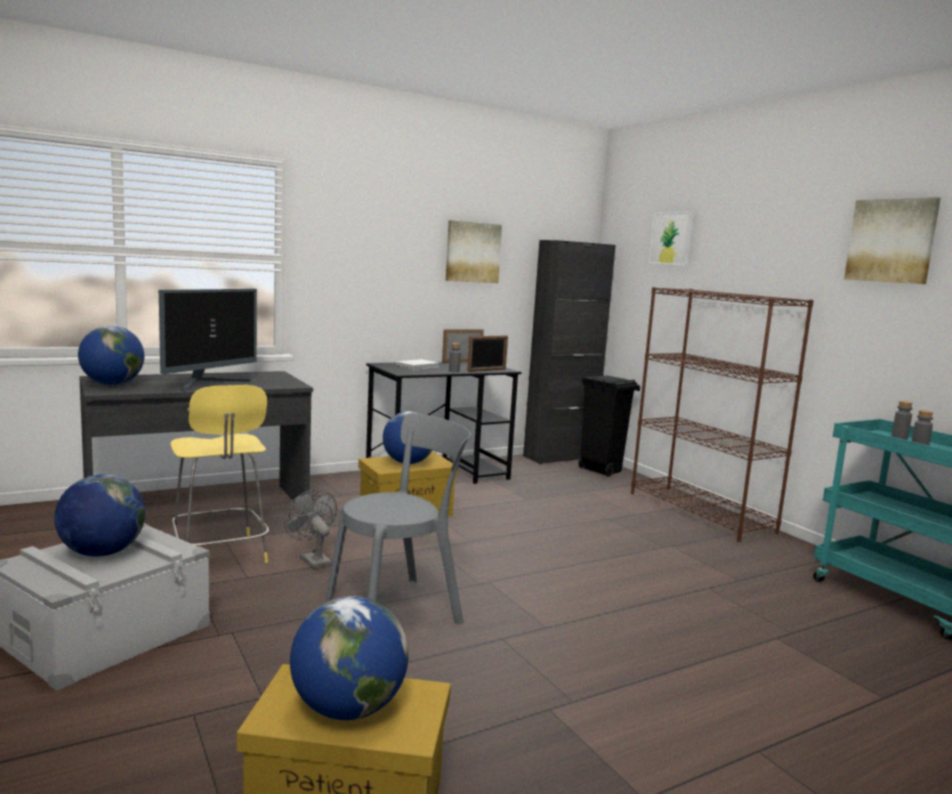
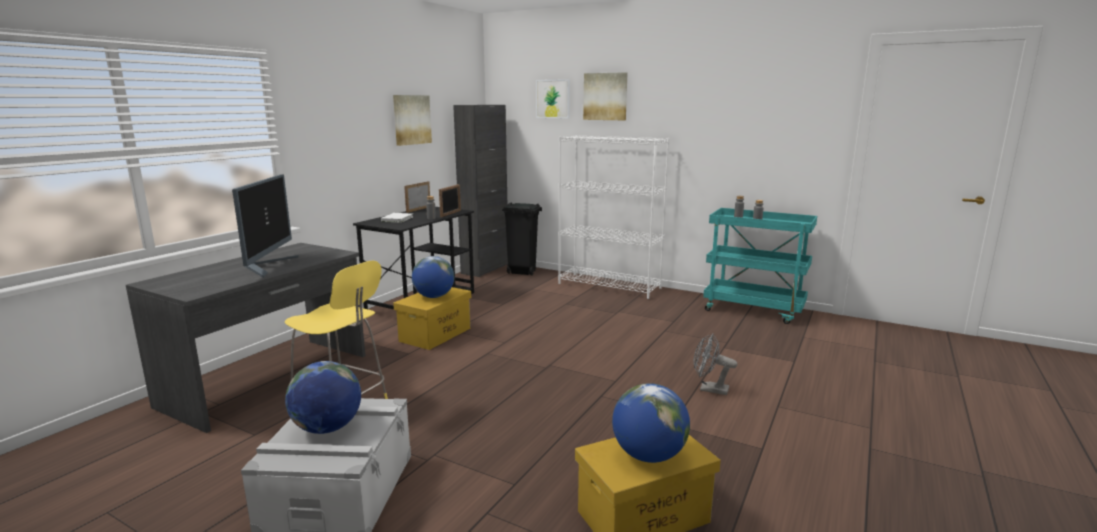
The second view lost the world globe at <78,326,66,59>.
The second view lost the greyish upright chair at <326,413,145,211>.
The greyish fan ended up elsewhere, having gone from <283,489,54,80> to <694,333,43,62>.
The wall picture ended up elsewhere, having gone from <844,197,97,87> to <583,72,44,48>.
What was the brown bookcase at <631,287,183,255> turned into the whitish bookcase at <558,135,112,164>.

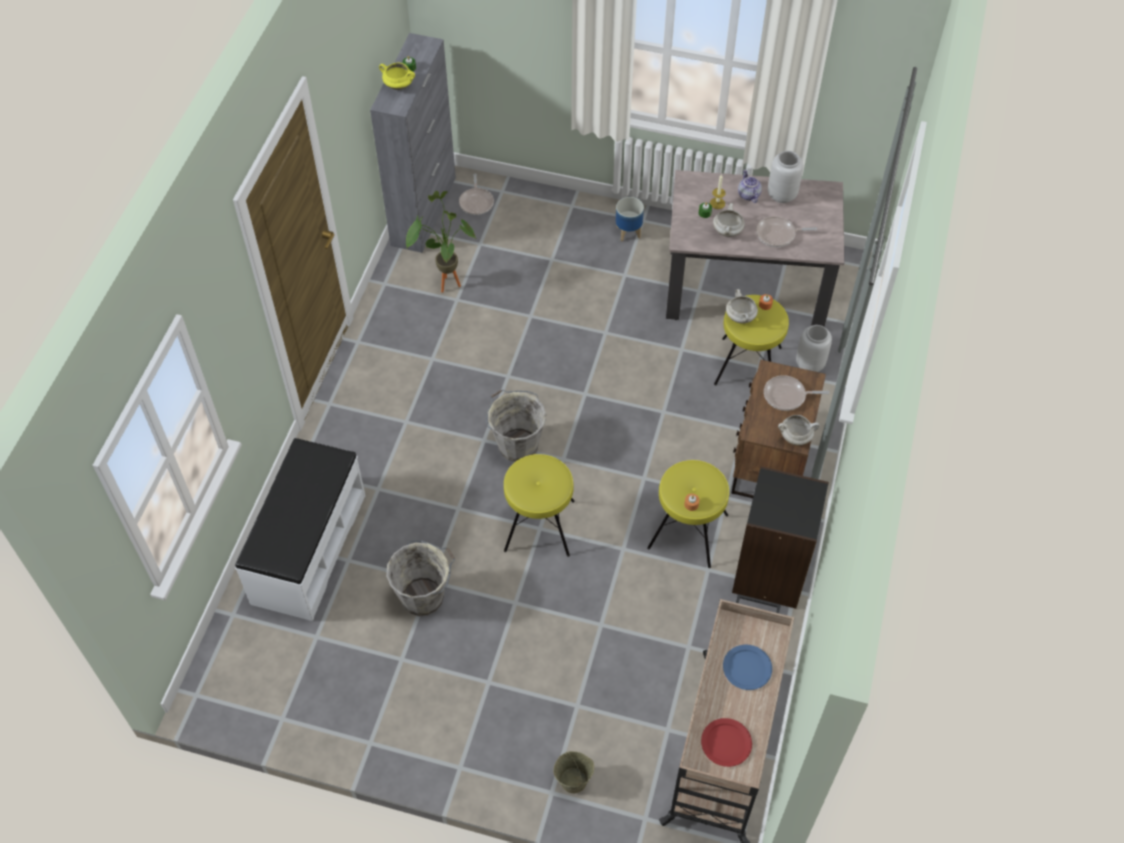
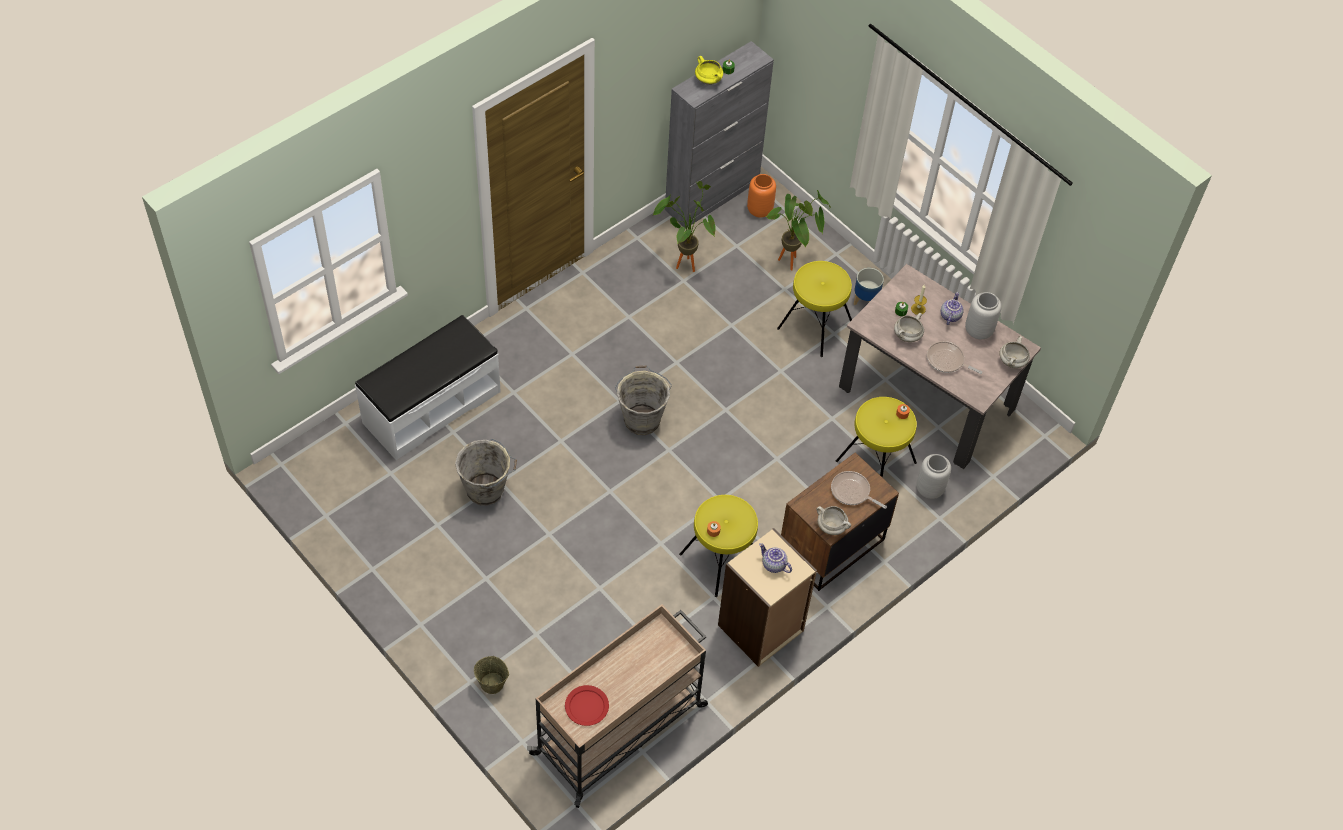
The second view lost the blue flat dish at <723,645,49,45>.
The second view gained the teapot at <759,543,33,30>.
The second view gained the houseplant at <765,190,66,80>.
The yellow stool seat ended up elsewhere, having gone from <504,454,71,103> to <777,261,75,96>.
The whitish stockpot ended up elsewhere, having gone from <726,289,32,35> to <999,336,31,32>.
Where the skillet stood at <459,174,35,41>, the orangey vase came to stand at <747,174,29,44>.
What was the black-coloured bookcase at <732,466,97,143> turned into the beige-coloured bookcase at <718,528,99,139>.

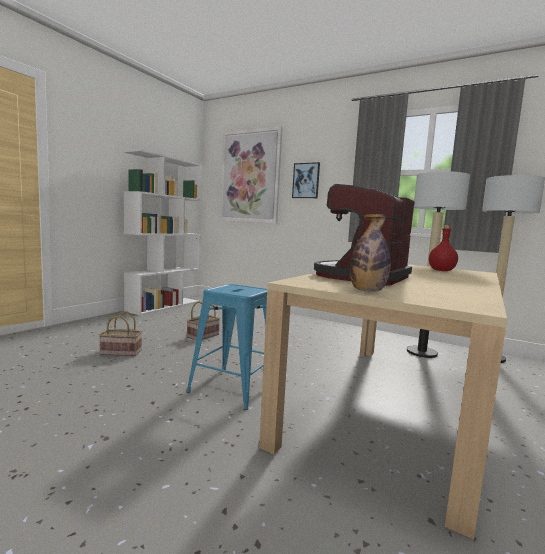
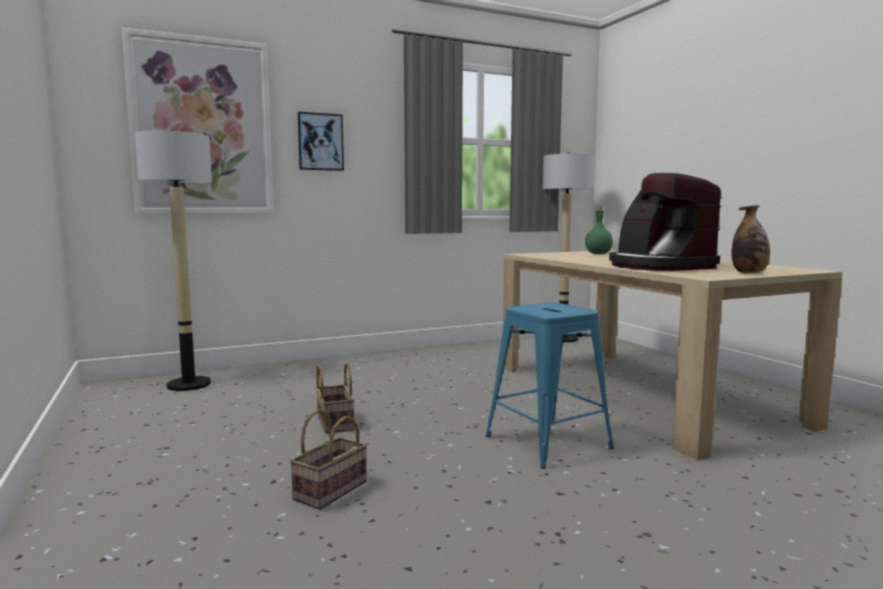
The second view lost the whitish bookcase at <123,149,80,166>.
The floor lamp ended up elsewhere, having gone from <407,171,63,187> to <135,131,77,260>.
What was the red beverage bottle at <429,225,29,46> turned into the green-coloured beverage bottle at <585,207,28,47>.

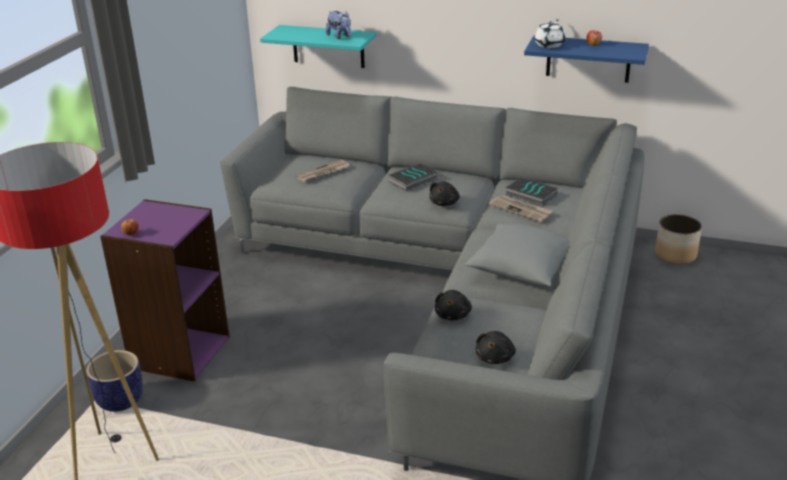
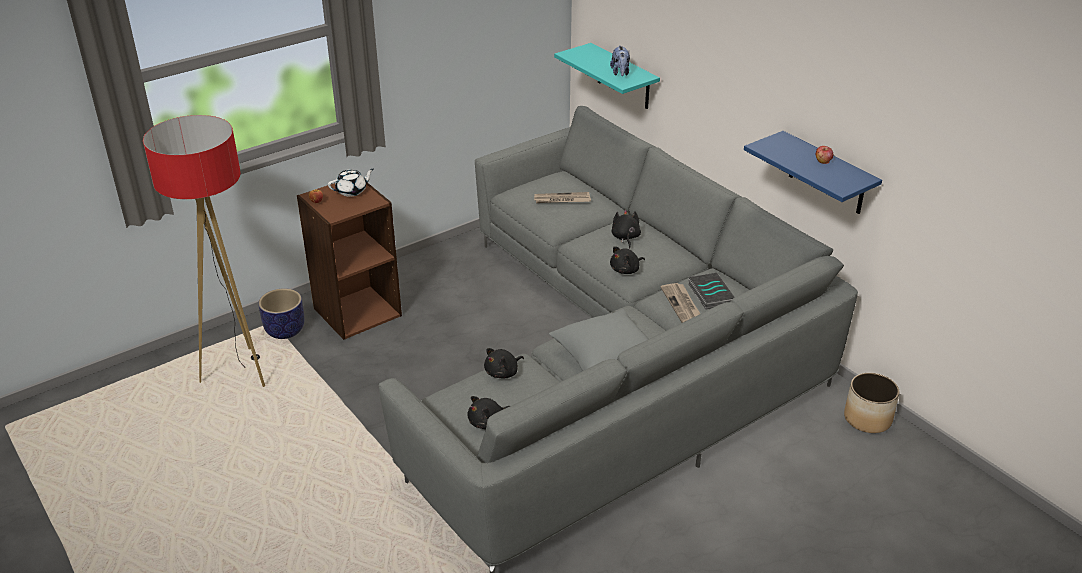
The whitish teapot ended up elsewhere, having gone from <534,19,31,29> to <328,169,46,28>.
Where the volume stood at <388,163,50,28>, the black-coloured cuddly toy came to stand at <612,210,29,38>.
What was the purple bookcase at <100,199,130,183> turned into the brown bookcase at <297,183,105,157>.

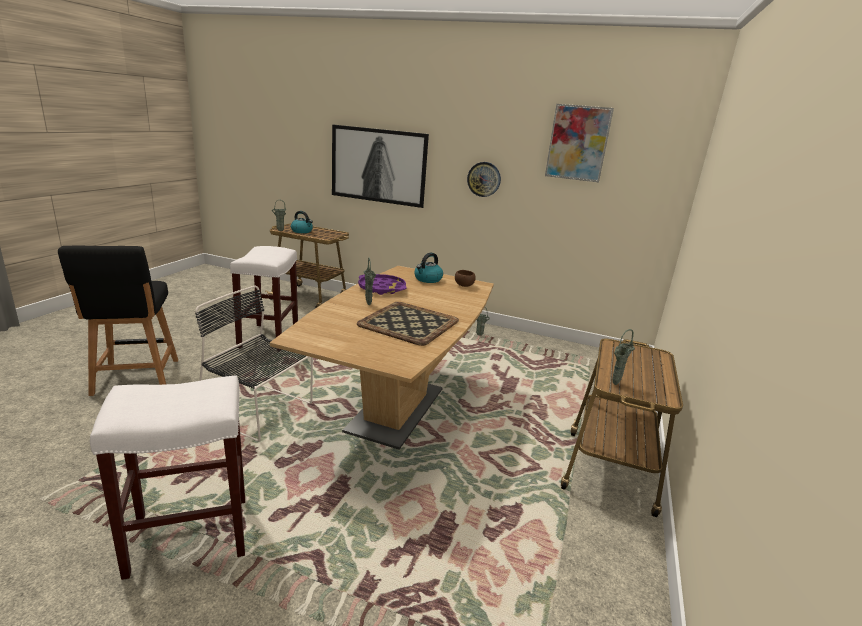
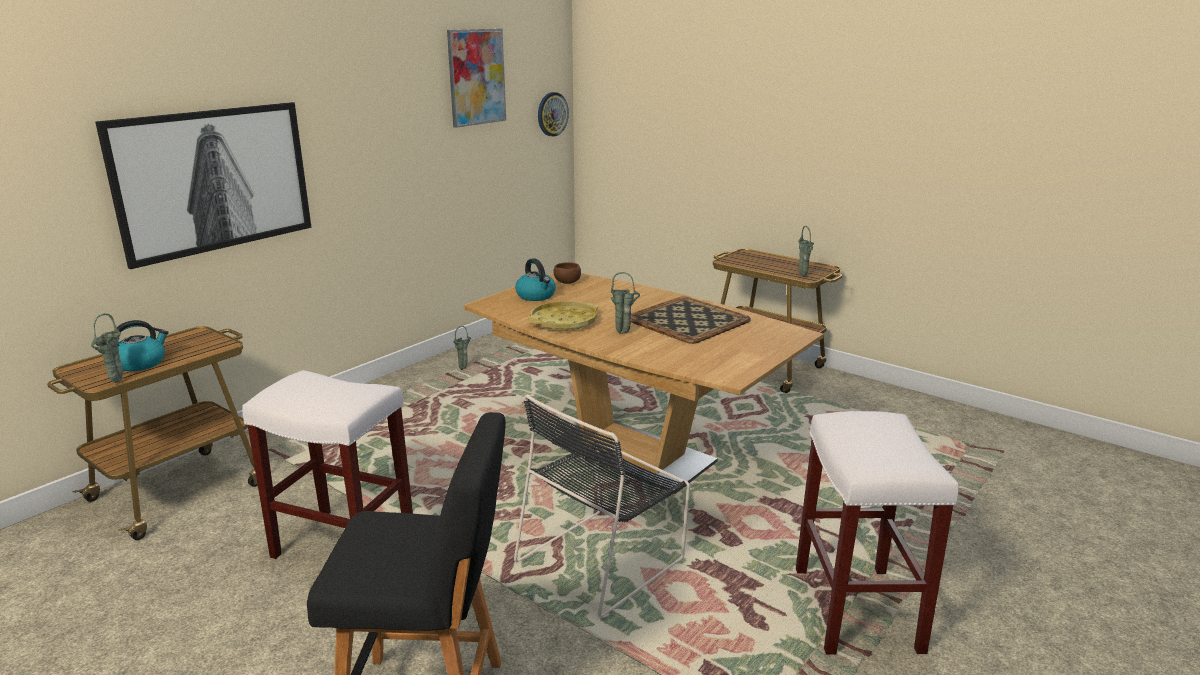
The wall clock ended up elsewhere, having gone from <467,162,34,35> to <538,92,31,45>.
What was the purple carrying tray at <358,274,49,21> turned into the yellow carrying tray at <528,301,70,30>.

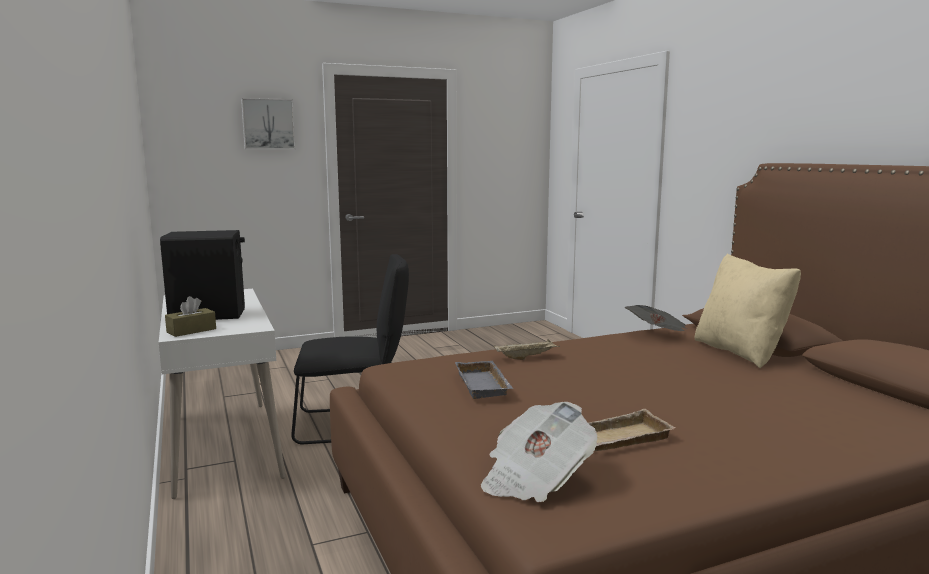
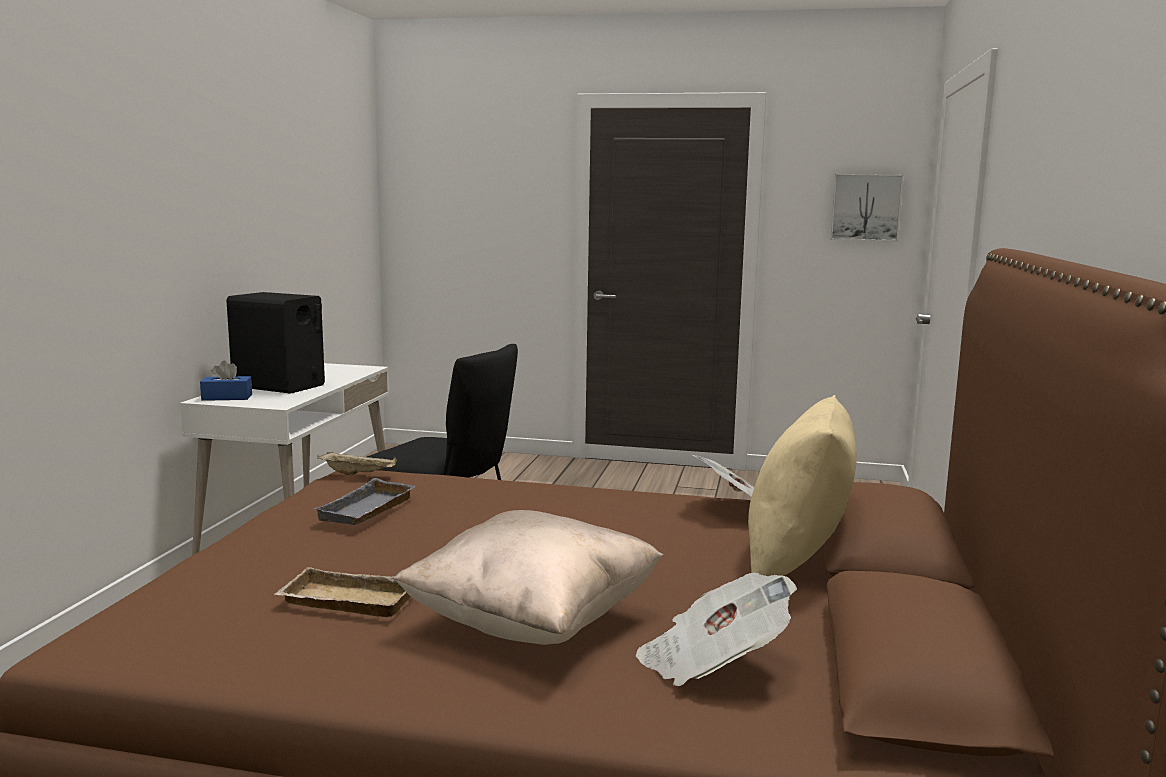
The second view gained the beige-coloured pillow at <393,510,271,135>.
The wall picture ended up elsewhere, having gone from <241,98,55,51> to <831,174,73,67>.
The printed paper ended up elsewhere, having gone from <481,402,116,100> to <636,572,161,114>.
The beige-coloured carrying tray ended up elsewhere, having gone from <494,339,66,21> to <317,451,80,25>.
What was the brown box of tissues at <165,296,51,41> turned into the blue box of tissues at <200,360,52,41>.

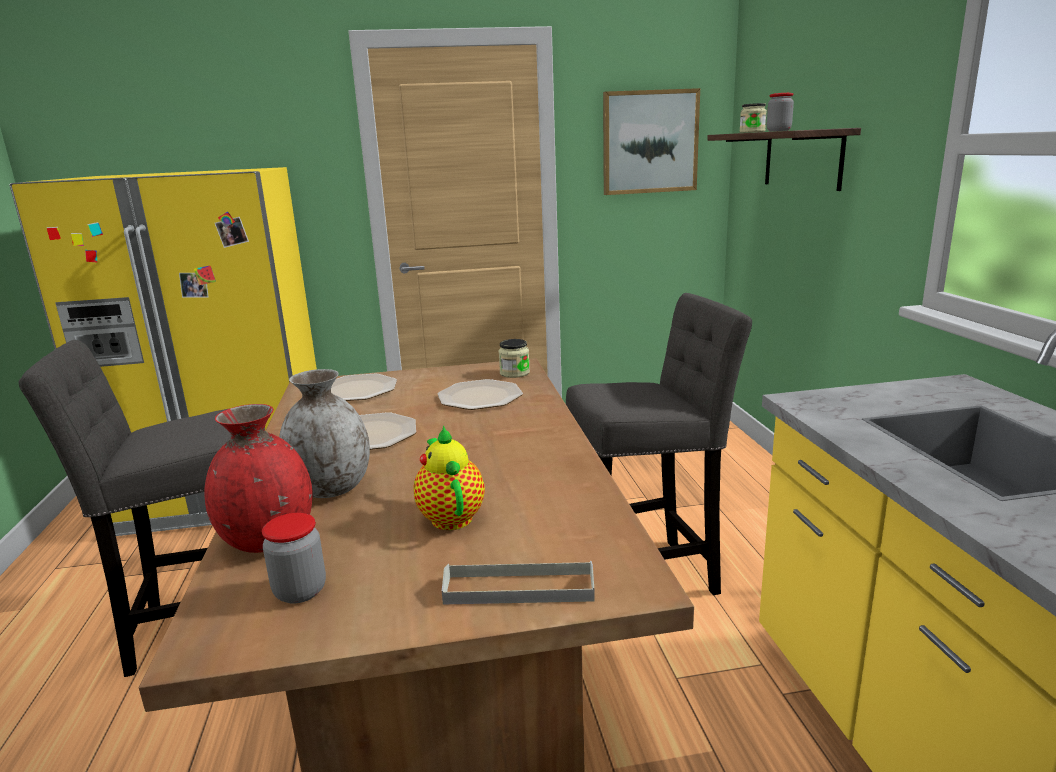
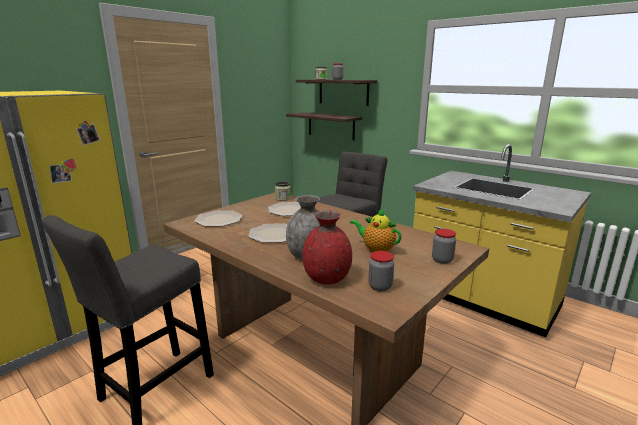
The second view lost the wall picture at <603,88,97,107>.
The second view gained the shelf at <286,112,76,28>.
Where the greyish carrying tray stood at <442,561,153,43>, the storage jar came to stand at <432,229,24,35>.

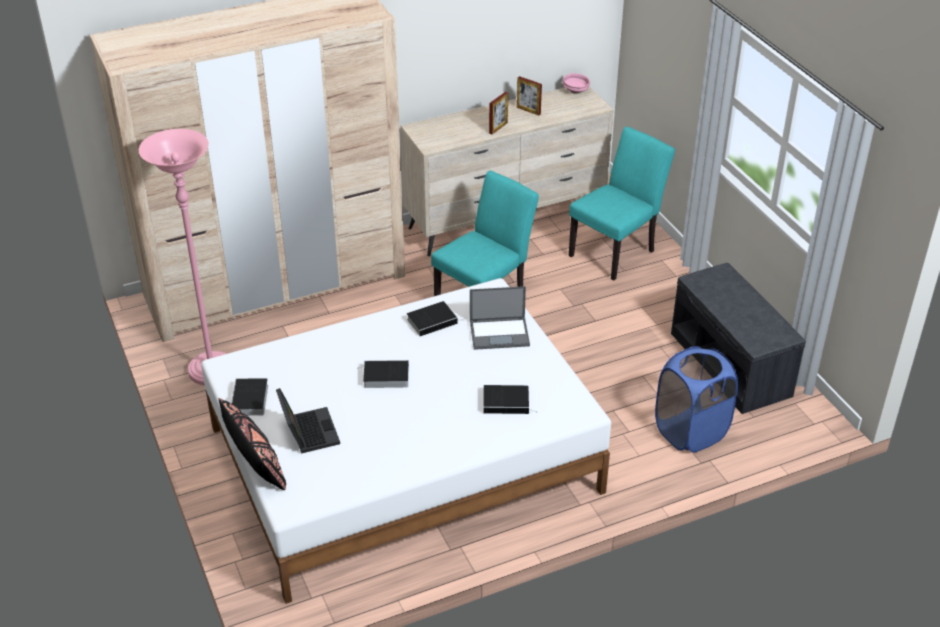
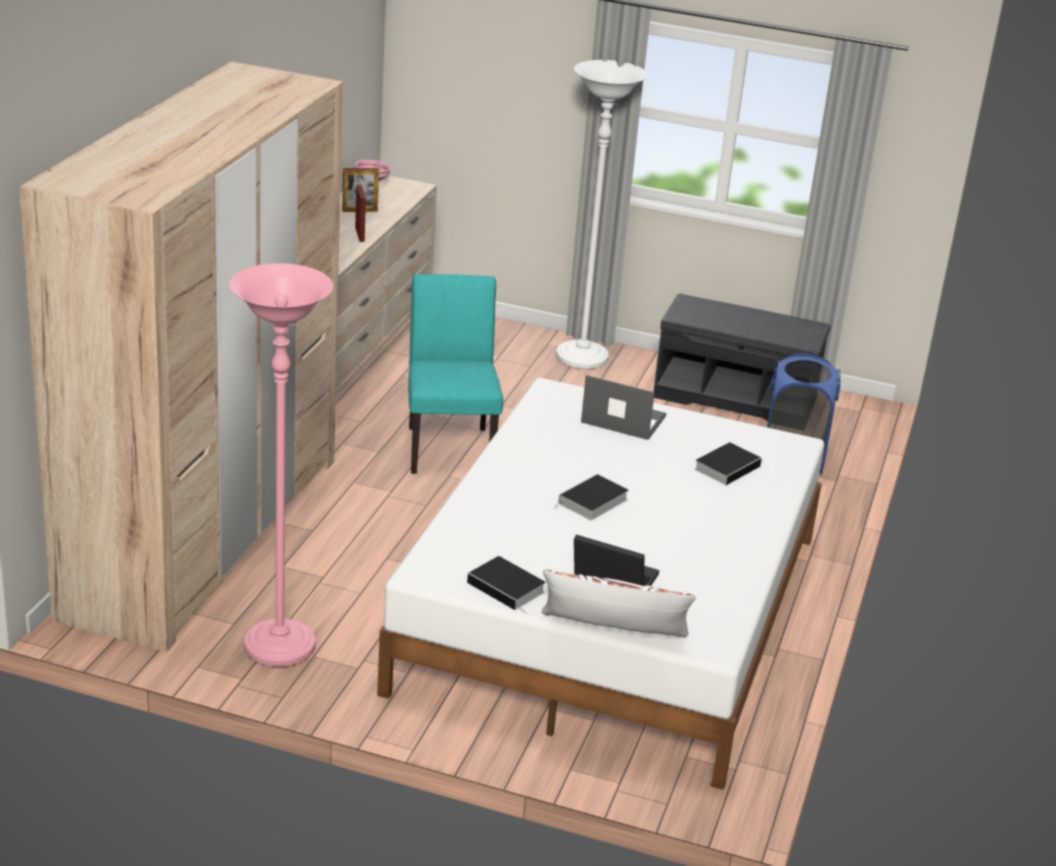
The second view lost the volume at <407,301,56,35>.
The second view lost the blue-green upright chair at <569,126,106,155>.
The second view gained the whitish floor lamp at <556,60,92,309>.
What was the black-coloured pillow at <219,398,67,92> turned into the whitish pillow at <542,570,154,67>.
The laptop at <470,286,60,64> ended up facing another way, 105 degrees counterclockwise from before.

